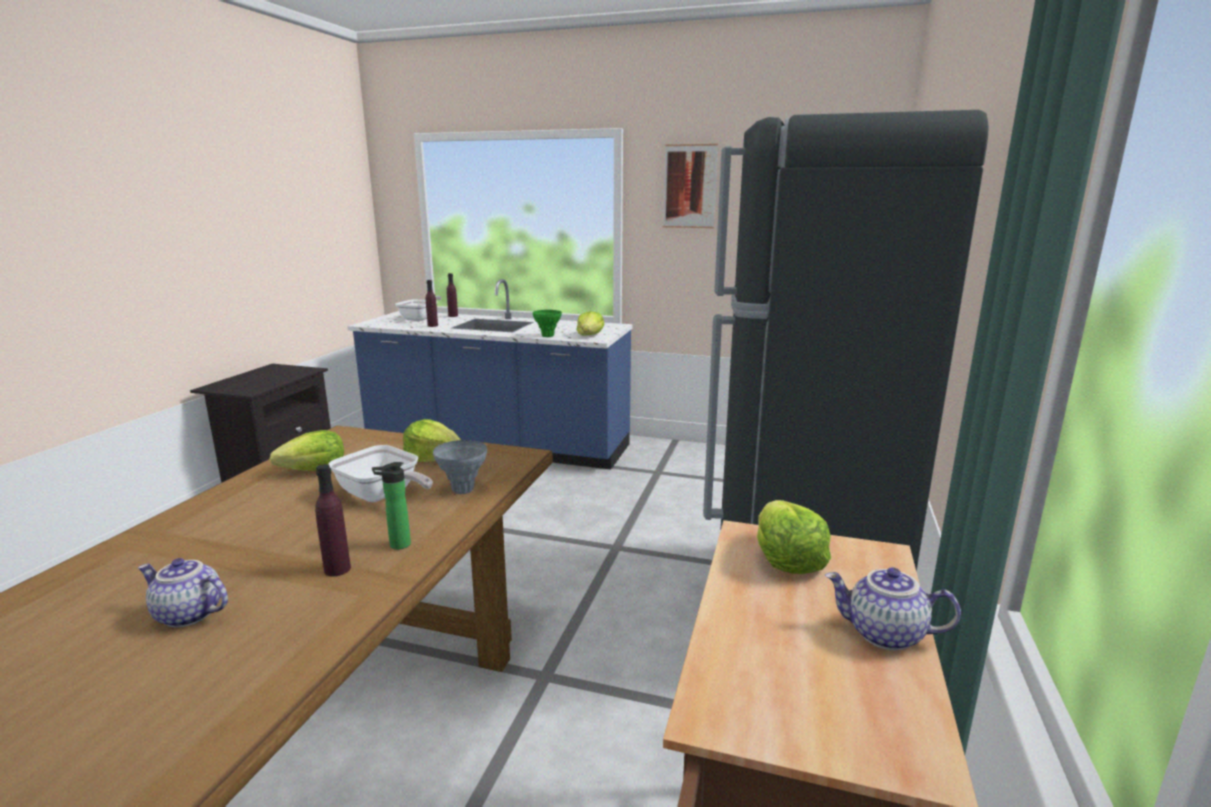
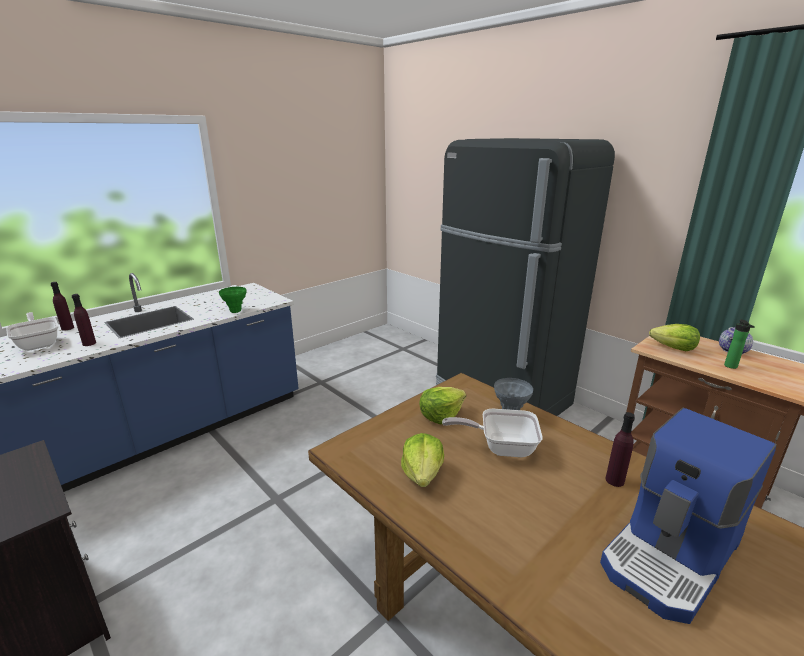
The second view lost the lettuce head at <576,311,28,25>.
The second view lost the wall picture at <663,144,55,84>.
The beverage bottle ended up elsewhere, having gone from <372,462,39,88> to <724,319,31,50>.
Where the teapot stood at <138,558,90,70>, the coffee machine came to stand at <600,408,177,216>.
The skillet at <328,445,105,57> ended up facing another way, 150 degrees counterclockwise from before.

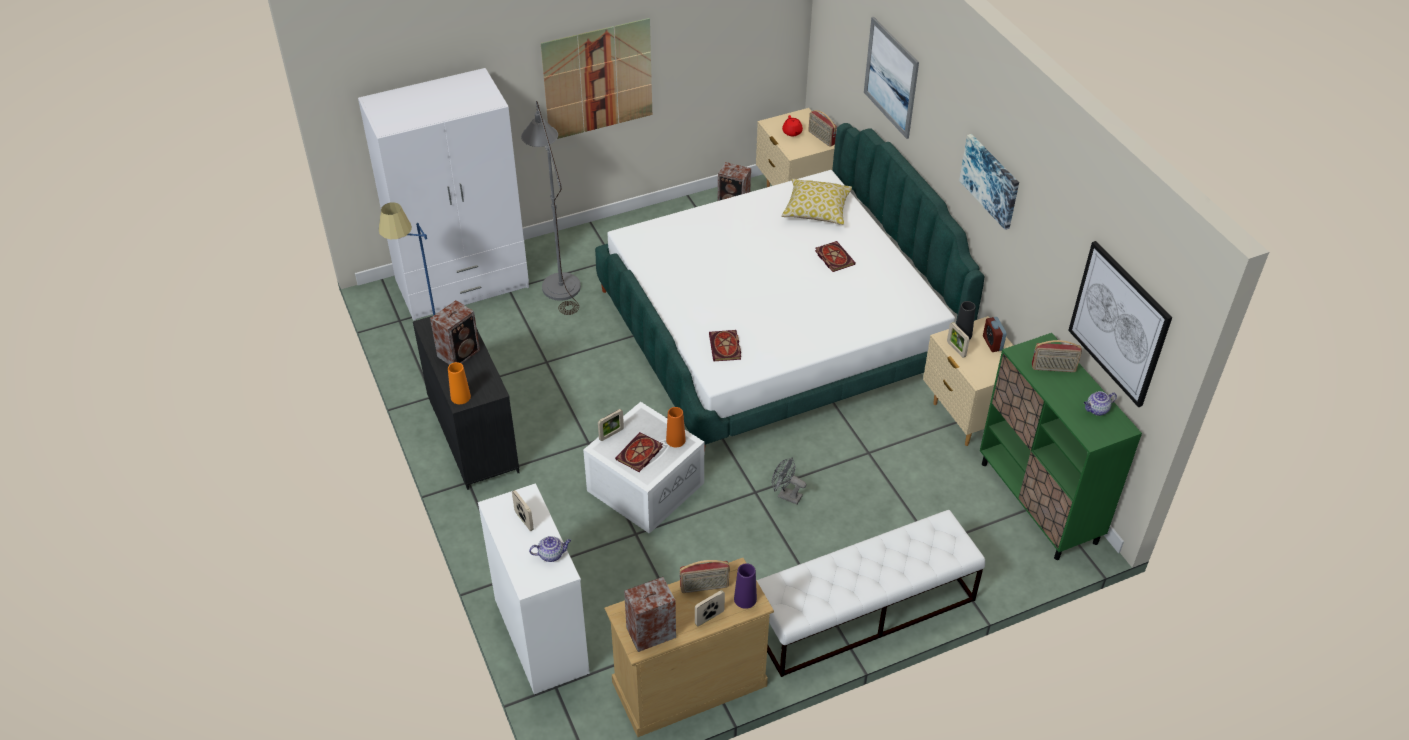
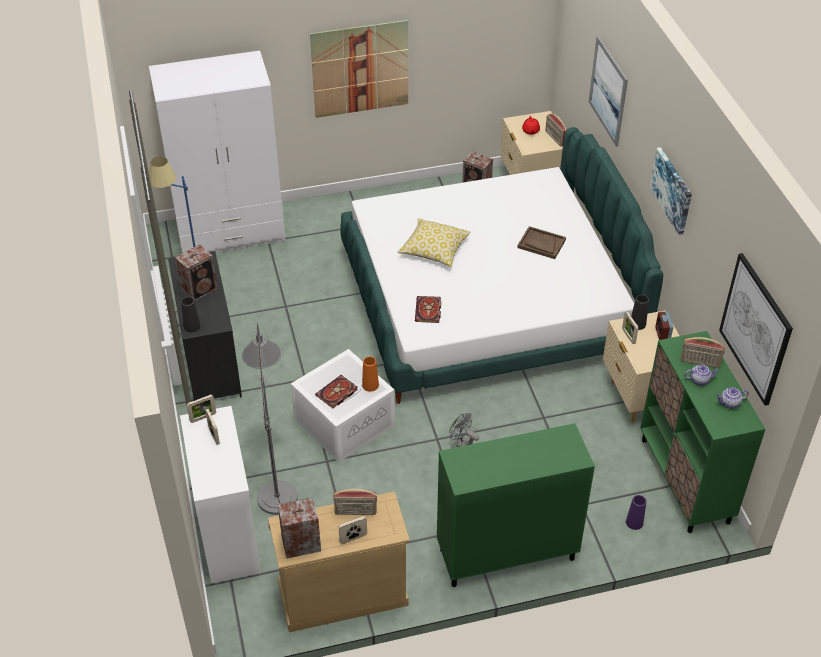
The greyish floor lamp ended up elsewhere, having gone from <521,101,60,214> to <242,324,56,205>.
The teapot ended up elsewhere, having gone from <529,536,42,26> to <684,365,35,21>.
The photo frame ended up elsewhere, having gone from <598,409,26,32> to <187,394,29,29>.
The purple vase ended up elsewhere, having gone from <734,563,23,46> to <626,495,20,35>.
The pillow ended up elsewhere, having gone from <781,179,71,46> to <397,218,73,49>.
Where the whitish long seat stood at <757,510,228,167>, the green-coloured cabinet came to stand at <437,423,158,164>.
Where the volume stood at <815,241,41,31>, the brown carrying tray came to stand at <517,226,49,33>.
What was the orangey vase at <448,362,23,42> turned into the black-coloured vase at <181,297,20,36>.

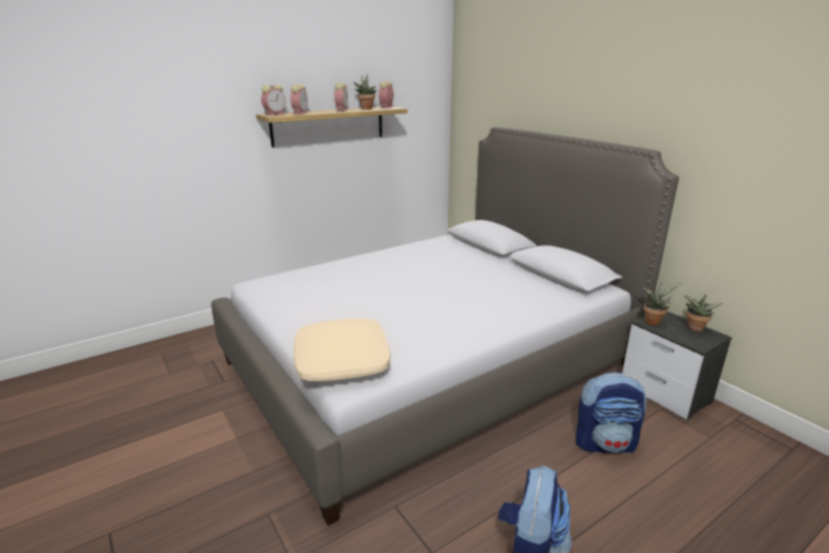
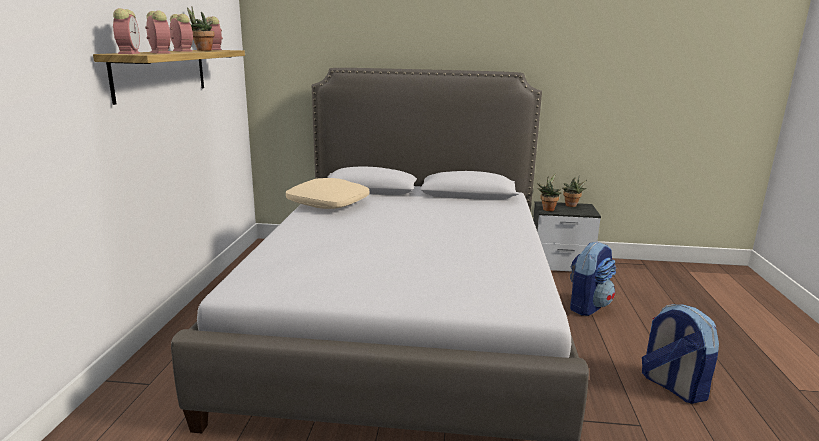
The beige-coloured pillow ended up elsewhere, having gone from <294,318,97,63> to <286,178,84,31>.

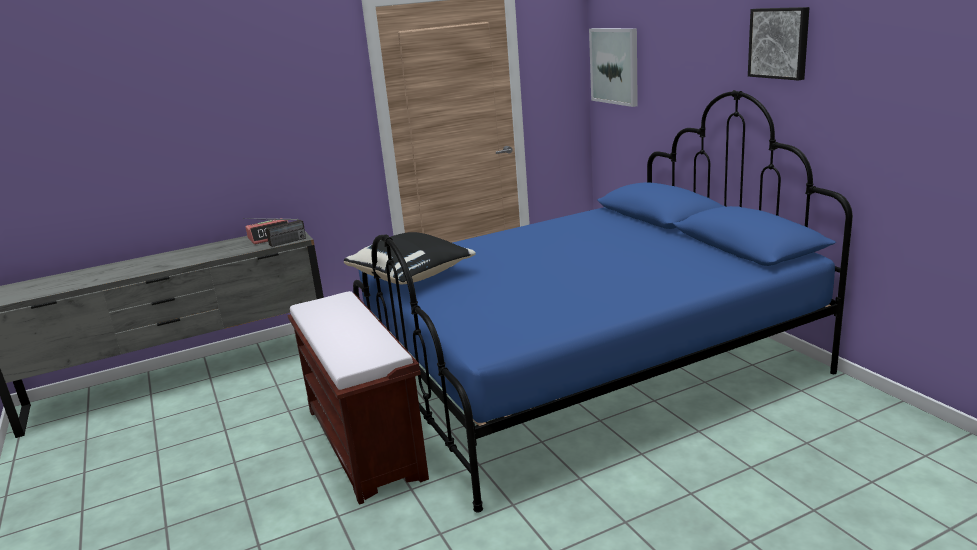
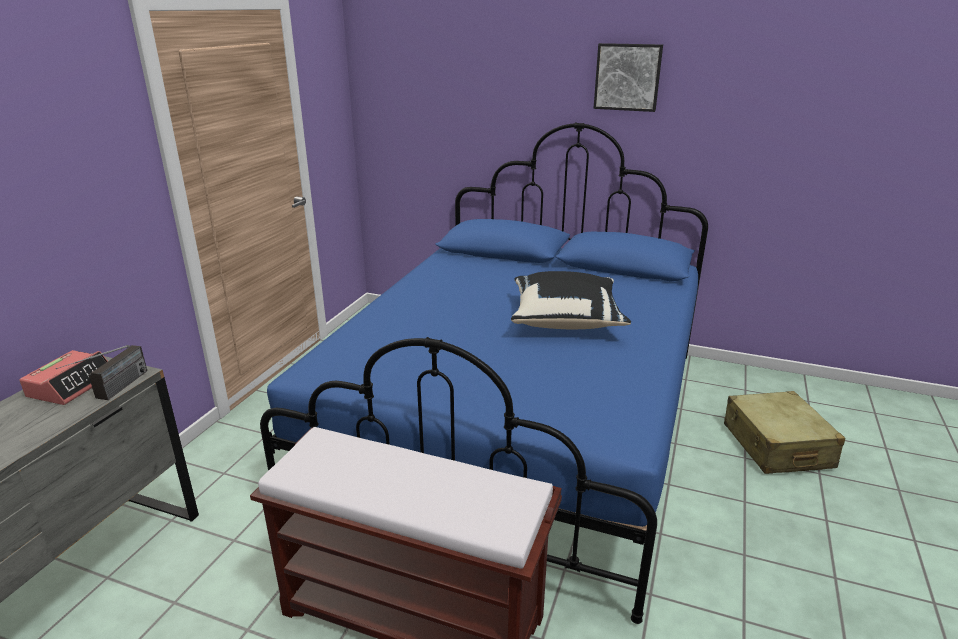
The second view lost the wall picture at <589,28,49,79>.
The second view gained the beige-coloured travel case at <724,391,121,83>.
The black-coloured pillow ended up elsewhere, having gone from <344,232,132,52> to <511,271,120,58>.

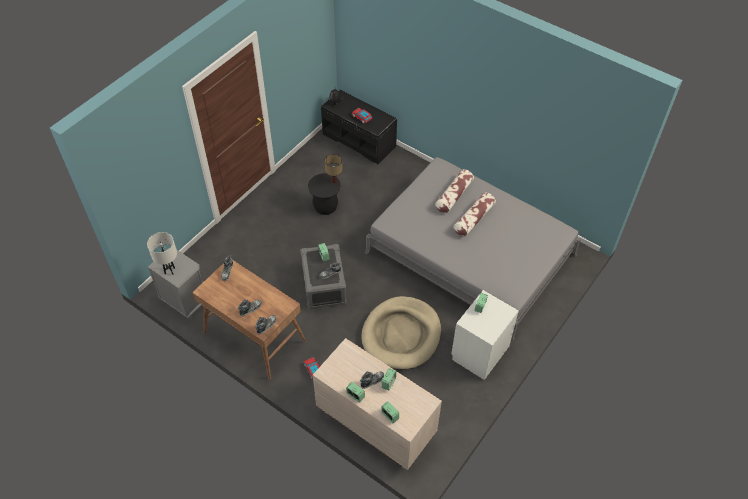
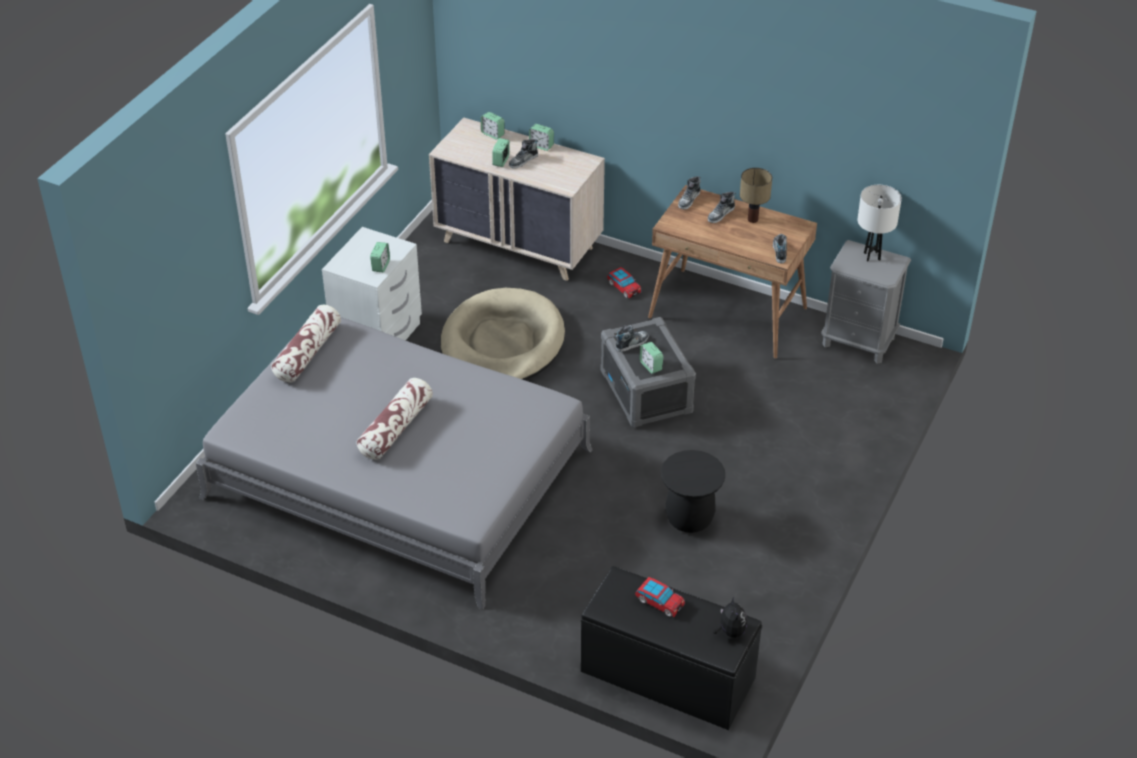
The table lamp ended up elsewhere, having gone from <324,154,19,29> to <740,168,32,55>.
The pillow ended up elsewhere, having gone from <435,169,39,44> to <271,305,70,77>.

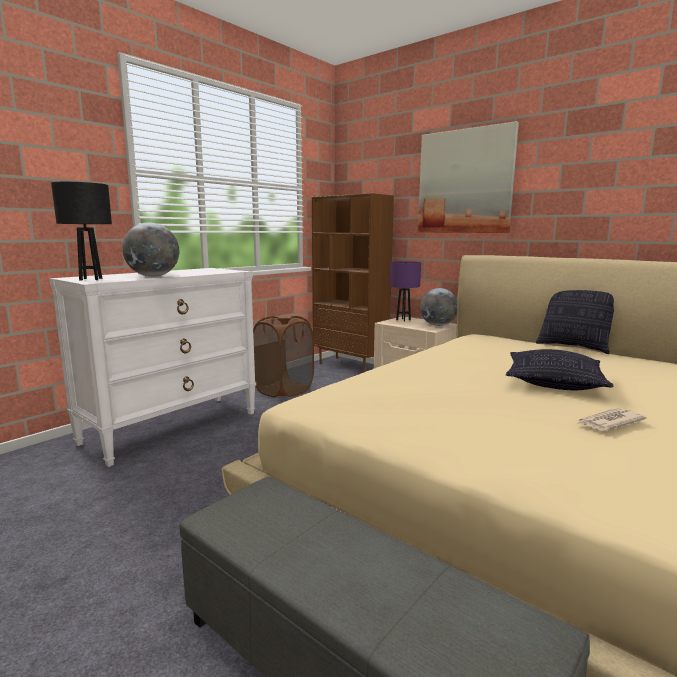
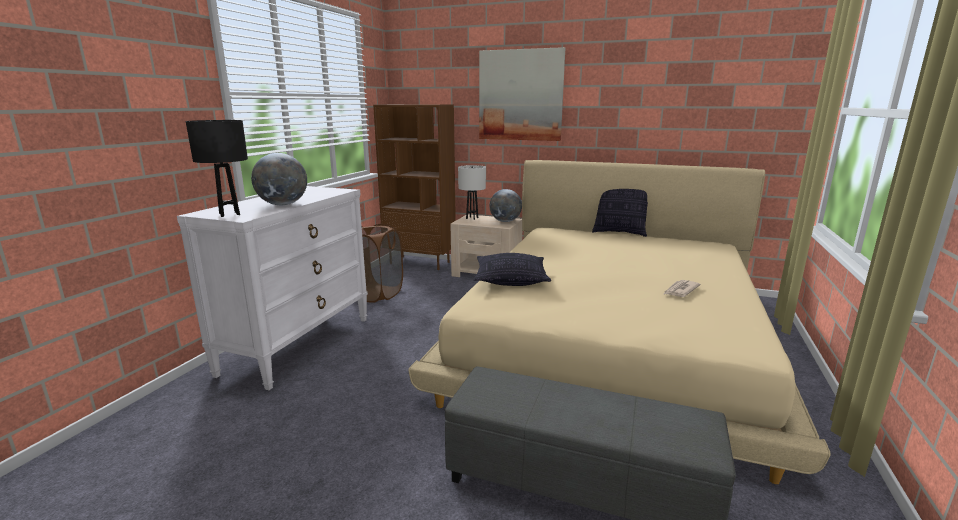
The pillow ended up elsewhere, having gone from <506,349,108,41> to <474,253,77,33>.
What was the purple table lamp at <389,261,32,61> turned into the whitish table lamp at <458,165,28,55>.

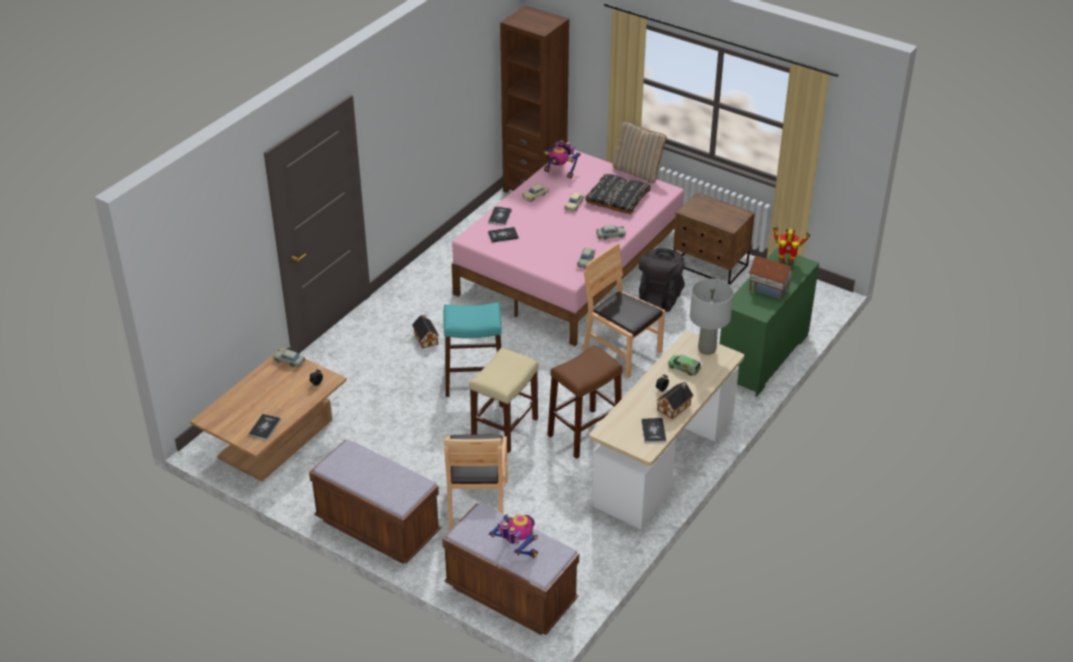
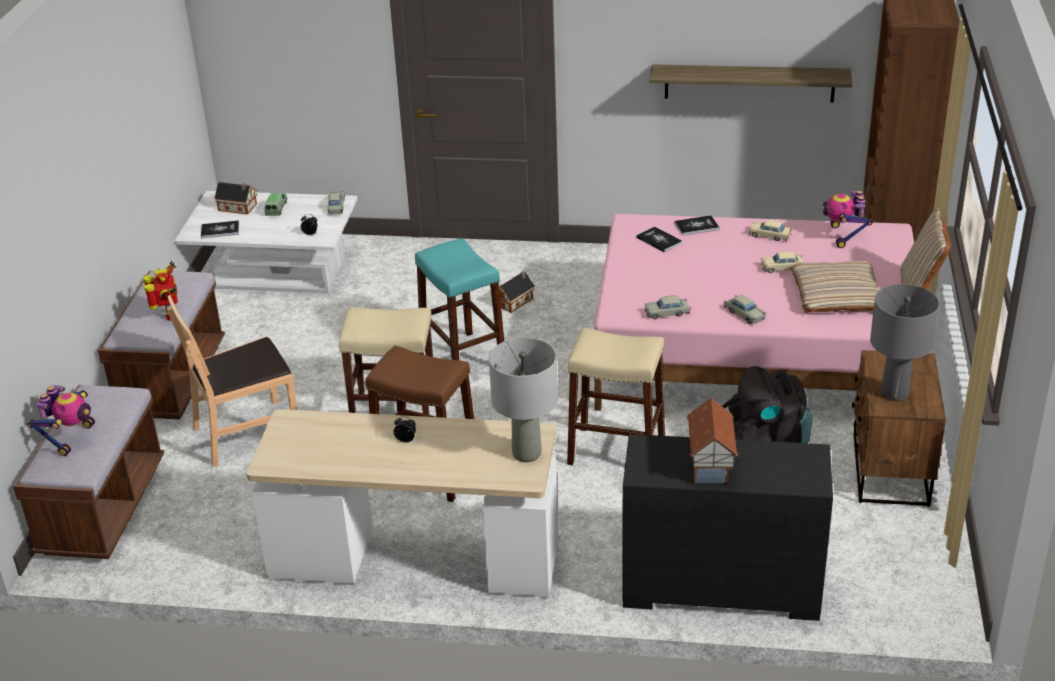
The second view lost the volume at <641,418,26,25>.
The second view gained the shelf at <650,64,202,39>.
The second view gained the greyish table lamp at <870,284,69,117>.
The miniature house ended up elsewhere, having gone from <656,382,38,37> to <214,182,43,32>.
The toy truck ended up elsewhere, having gone from <668,355,33,21> to <265,193,22,23>.
The model robot ended up elsewhere, having gone from <773,227,38,36> to <143,261,35,60>.
Where the brown upright chair stood at <583,243,82,136>, the beige-coloured stool seat came to stand at <567,328,98,137>.
What was the brown coffee table at <190,348,157,133> turned into the whitish coffee table at <175,191,183,102>.
What was the black-coloured pillow at <585,174,66,41> turned into the beige-coloured pillow at <791,261,89,52>.
What was the green-coloured drawer chest at <719,248,100,149> turned into the black-coloured drawer chest at <622,434,211,187>.

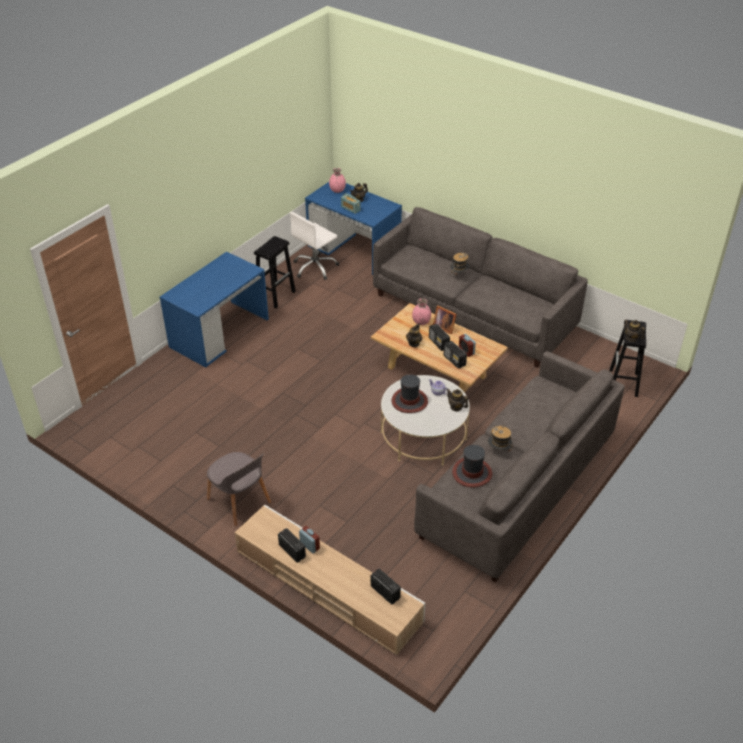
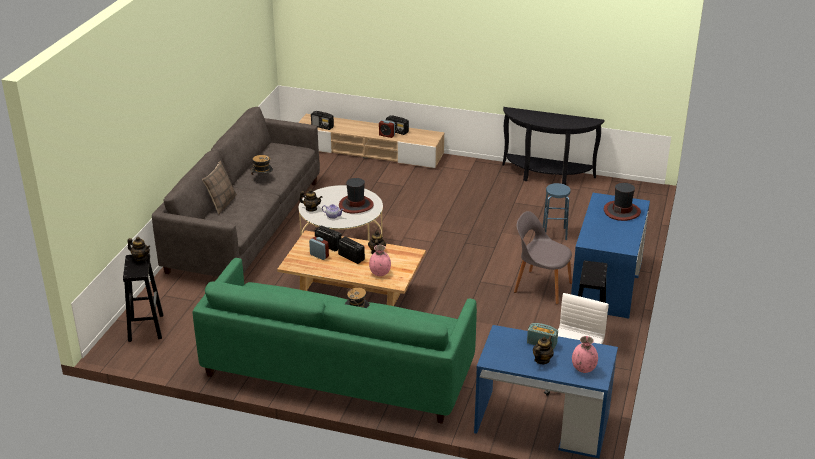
The second view lost the photo frame at <433,306,23,28>.
The second view gained the pillow at <202,161,35,53>.
The second view gained the black-coloured narrow table at <502,107,103,78>.
The second view gained the blue stool seat at <543,183,28,57>.
The greyish upright chair ended up elsewhere, having gone from <207,452,64,75> to <514,211,58,93>.
The clothing hat ended up elsewhere, having gone from <452,445,40,43> to <604,183,37,38>.
What was the greyish sofa at <373,207,215,161> turned into the green-coloured sofa at <193,258,284,166>.

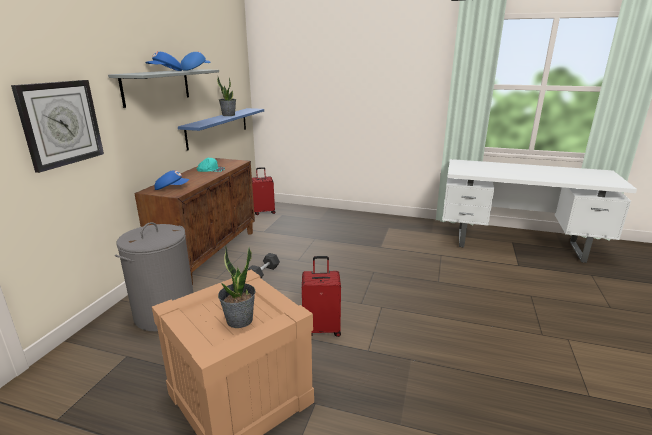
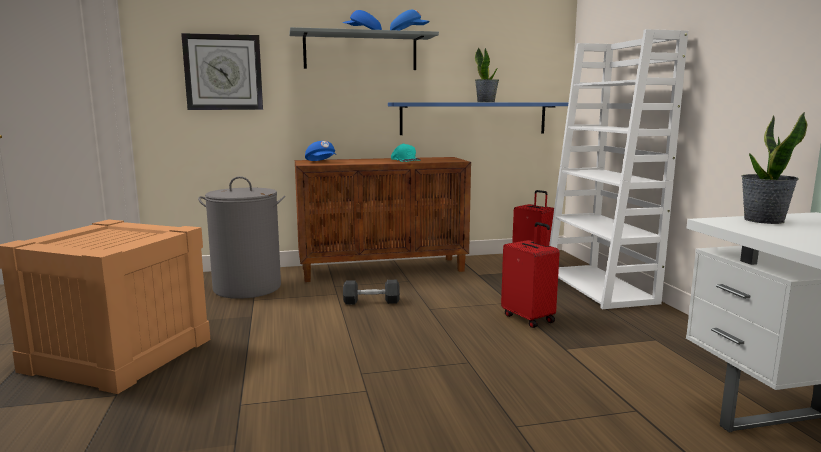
The second view gained the whitish bookcase at <549,29,139,280>.
The houseplant ended up elsewhere, having gone from <218,246,38,82> to <741,112,67,112>.
The red travel case ended up elsewhere, having gone from <302,256,39,81> to <501,222,59,106>.

